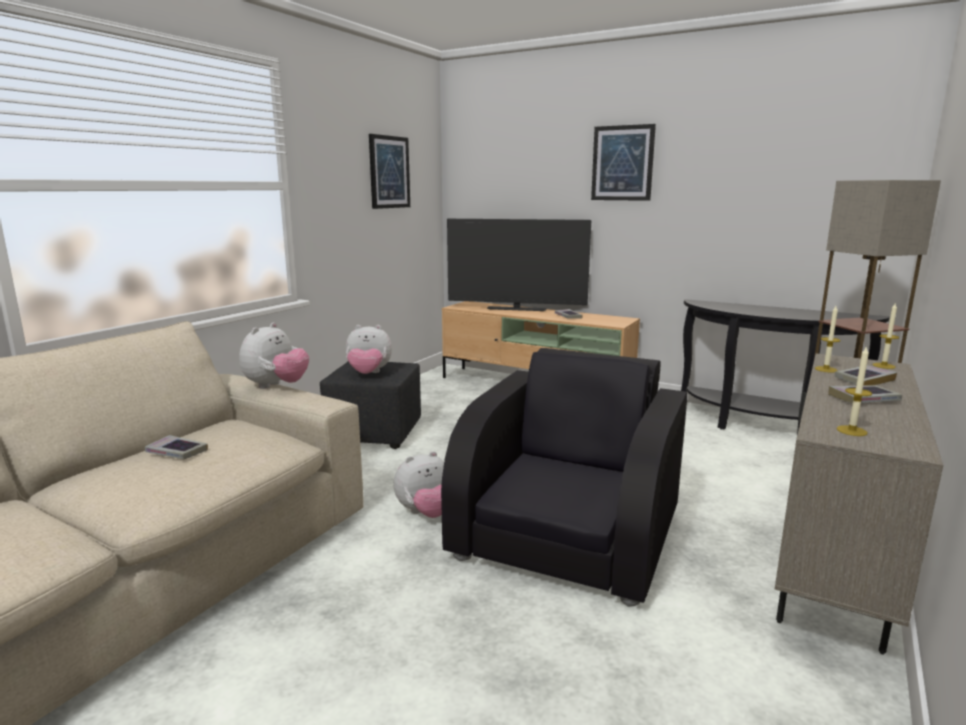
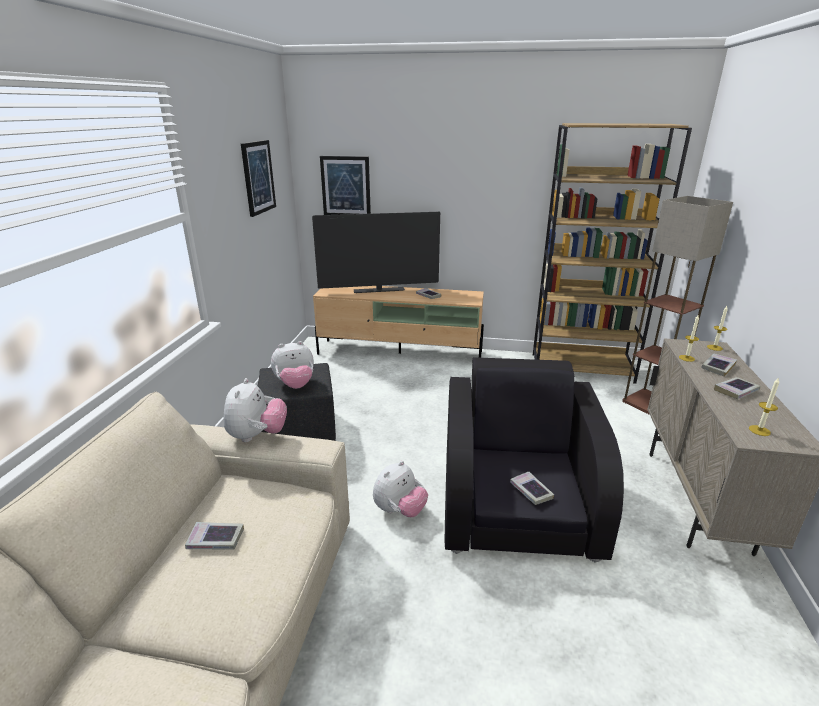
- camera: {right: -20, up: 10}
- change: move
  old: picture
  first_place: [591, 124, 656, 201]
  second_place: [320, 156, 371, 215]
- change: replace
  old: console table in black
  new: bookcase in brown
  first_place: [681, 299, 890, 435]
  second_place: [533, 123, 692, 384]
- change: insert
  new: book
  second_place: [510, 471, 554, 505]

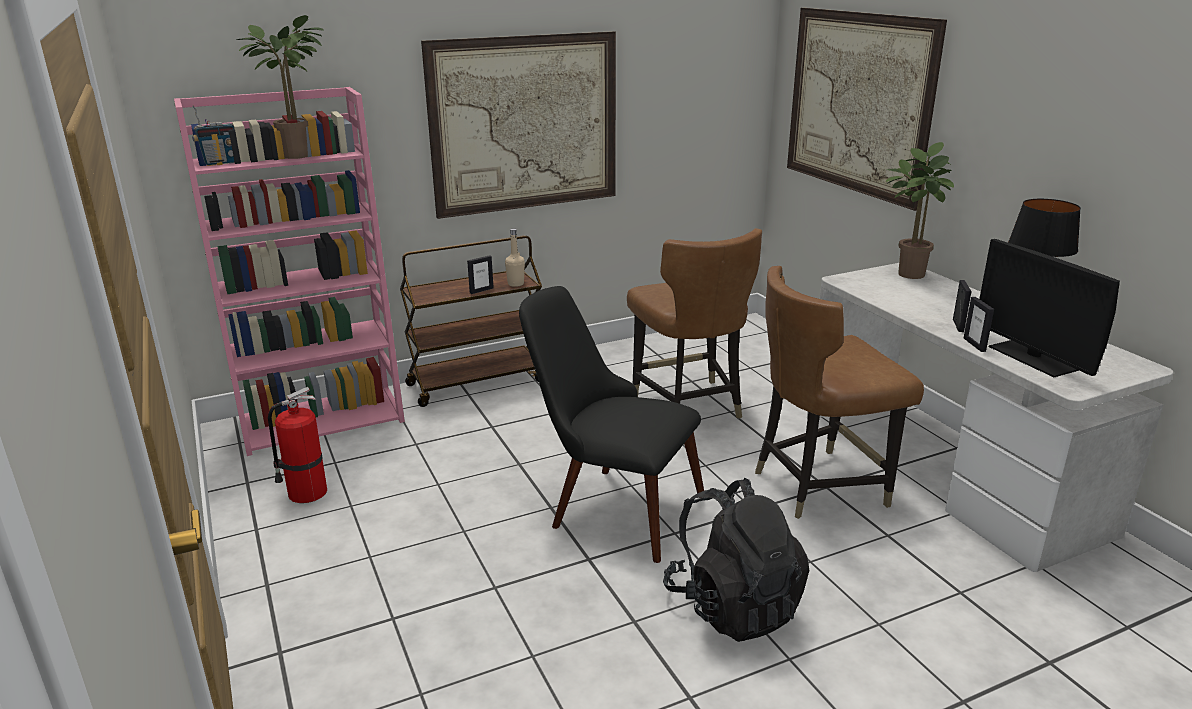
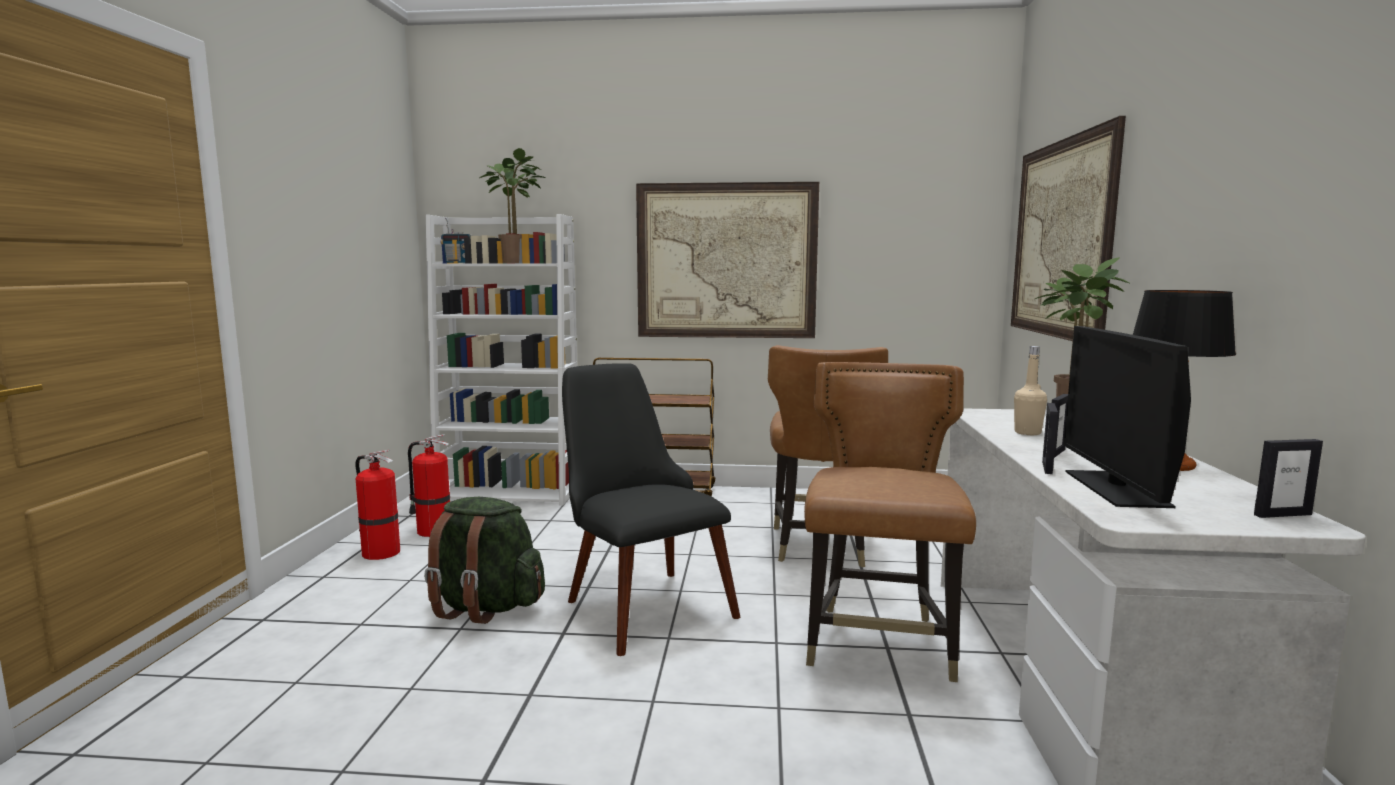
- camera: {right: 30, up: -15}
- change: recolor
  old: bookcase in pink
  new: bookcase in white-coloured
  first_place: [174, 87, 405, 456]
  second_place: [426, 214, 577, 506]
- change: move
  old: bottle in sand-coloured
  first_place: [505, 229, 525, 287]
  second_place: [1014, 346, 1047, 435]
- change: move
  old: standing frame
  first_place: [467, 255, 494, 294]
  second_place: [1254, 439, 1323, 518]
- change: rotate
  old: plain chair in brown
  first_place: [755, 266, 924, 519]
  second_place: [804, 362, 976, 682]
  degrees: 90
- change: delete
  old: rucksack in black
  first_place: [663, 478, 809, 642]
- change: insert
  new: extinguisher
  second_place: [356, 450, 400, 560]
- change: insert
  new: rucksack in greenish
  second_place: [424, 497, 545, 624]

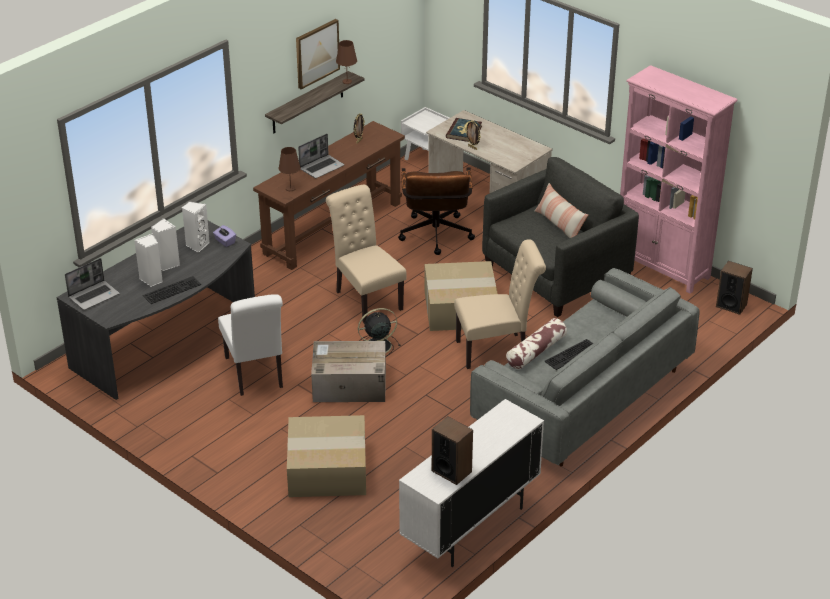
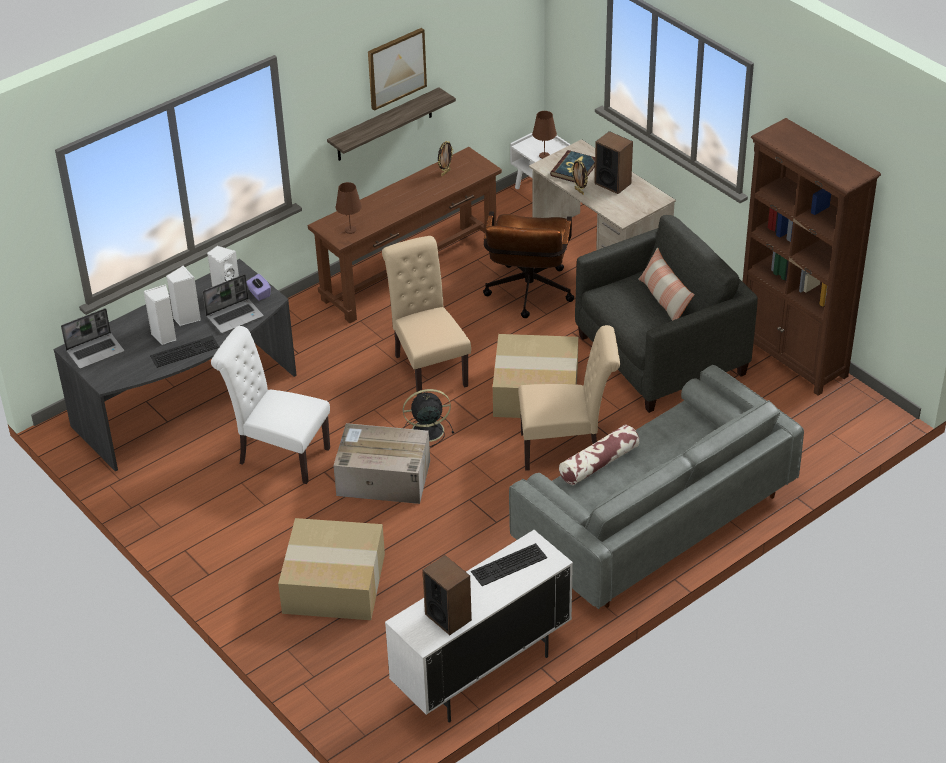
- camera: {right: 10, up: 5}
- change: move
  old: lamp for a table in brown
  first_place: [336, 40, 357, 84]
  second_place: [532, 111, 557, 159]
- change: recolor
  old: bookcase in pink
  new: bookcase in brown
  first_place: [620, 65, 738, 294]
  second_place: [743, 118, 881, 396]
- change: move
  old: portable computer
  first_place: [298, 134, 344, 178]
  second_place: [203, 274, 264, 333]
- change: move
  old: loudspeaker
  first_place: [716, 261, 753, 315]
  second_place: [594, 131, 633, 194]
- change: rotate
  old: plain chair in white-coloured
  first_place: [218, 294, 283, 396]
  second_place: [211, 326, 330, 484]
  degrees: 120
- change: move
  old: keyboard
  first_place: [544, 339, 593, 370]
  second_place: [471, 543, 547, 586]

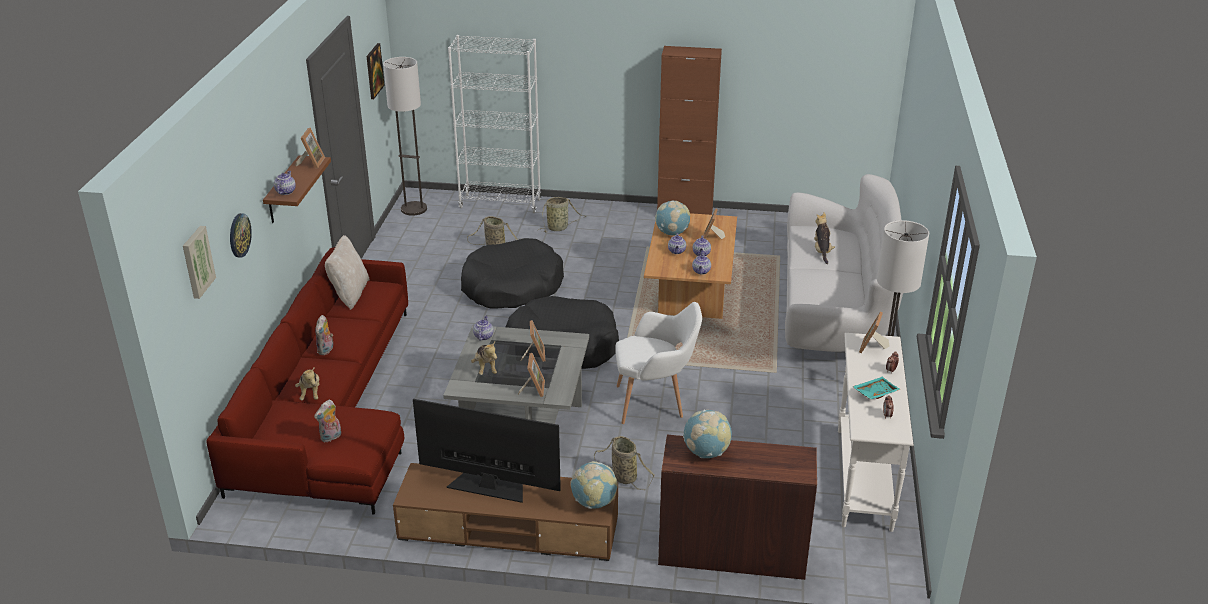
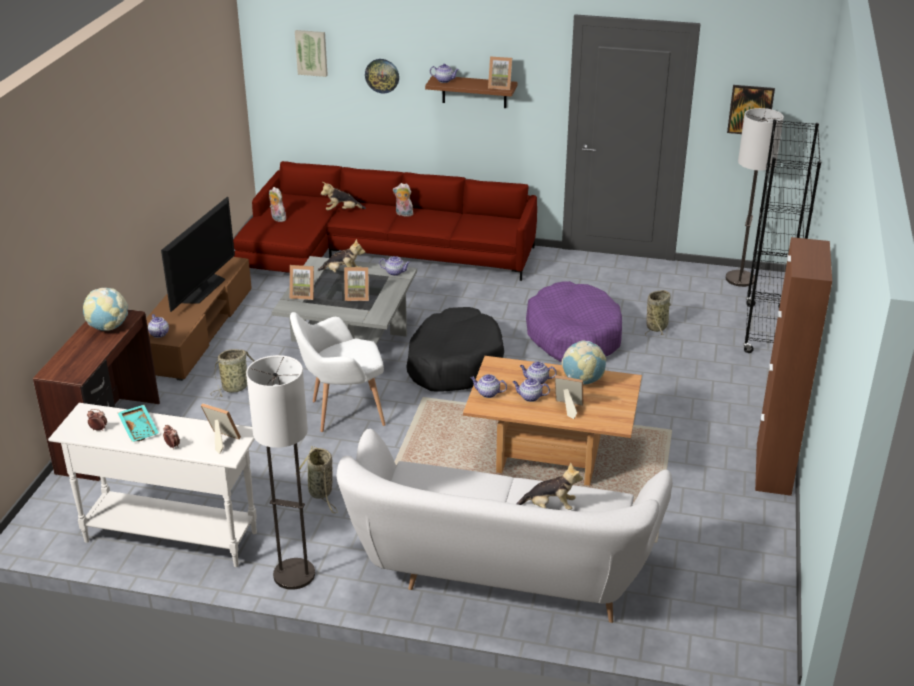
- camera: {right: 95, up: 0}
- change: recolor
  old: bookcase in white-coloured
  new: bookcase in black
  first_place: [448, 35, 541, 213]
  second_place: [743, 119, 821, 353]
- change: move
  old: basket
  first_place: [538, 197, 587, 232]
  second_place: [299, 446, 337, 513]
- change: delete
  old: cushion in sand-coloured
  first_place: [325, 235, 370, 310]
- change: recolor
  old: pet bed in black
  new: pet bed in purple-coloured
  first_place: [461, 238, 564, 308]
  second_place: [526, 281, 622, 362]
- change: rotate
  old: armchair in white-coloured
  first_place: [615, 302, 702, 424]
  second_place: [290, 312, 386, 432]
  degrees: 75
- change: rotate
  old: soft toy
  first_place: [471, 342, 497, 375]
  second_place: [318, 239, 365, 273]
  degrees: -150
- change: replace
  old: globe
  new: teapot
  first_place: [571, 461, 617, 509]
  second_place: [148, 314, 169, 338]

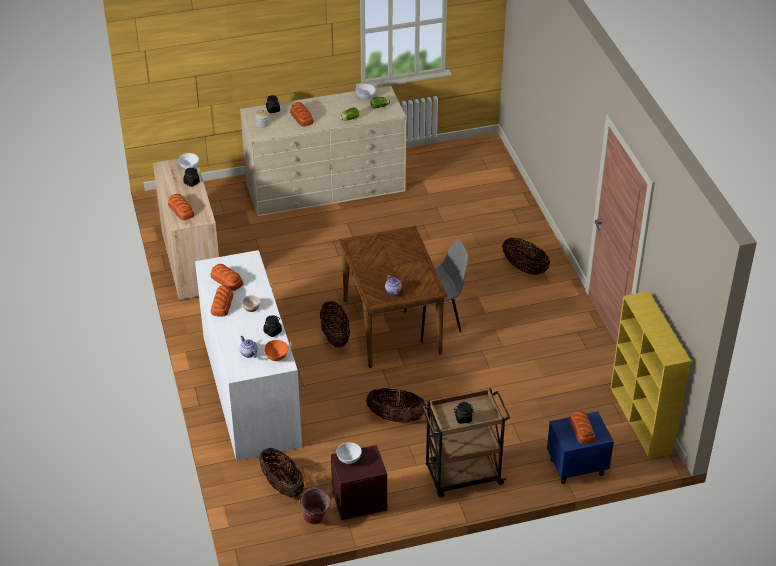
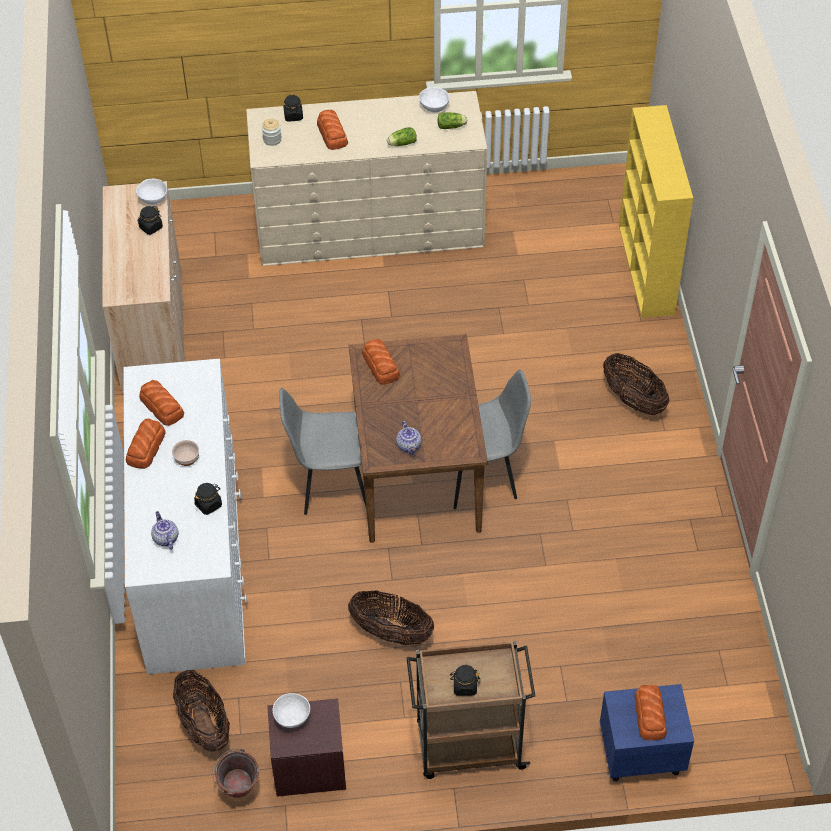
- camera: {right: 10, up: 10}
- change: move
  old: bread
  first_place: [168, 194, 195, 220]
  second_place: [362, 339, 400, 385]
- change: move
  old: bookcase in yellow-coloured
  first_place: [610, 291, 691, 459]
  second_place: [619, 105, 693, 318]
- change: replace
  old: basket
  new: plain chair in grey
  first_place: [320, 301, 350, 347]
  second_place: [279, 388, 366, 515]
- change: delete
  old: bowl in orangey
  first_place: [264, 340, 289, 361]

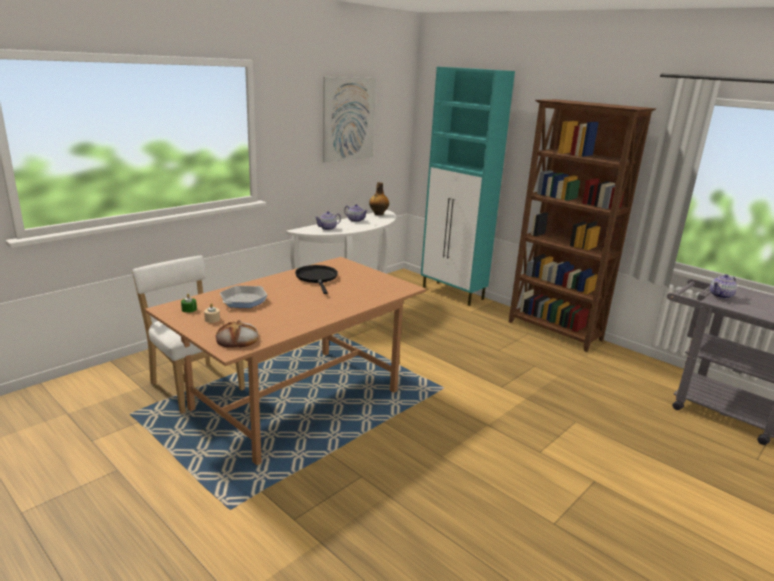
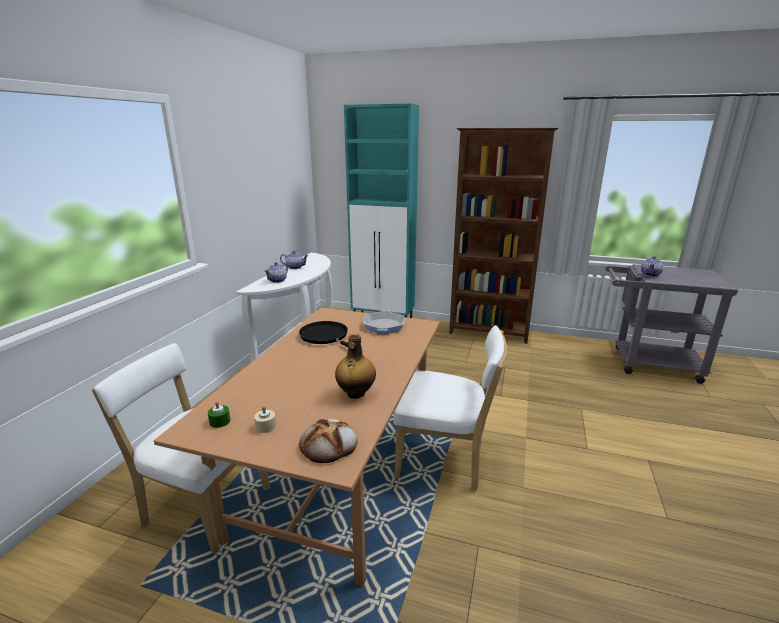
- camera: {right: -25, up: 0}
- change: delete
  old: picture
  first_place: [323, 77, 376, 163]
- change: move
  old: bottle
  first_place: [369, 182, 389, 215]
  second_place: [335, 334, 376, 399]
- change: move
  old: skillet
  first_place: [220, 286, 267, 308]
  second_place: [363, 310, 405, 334]
- change: insert
  new: plain chair in white-coloured
  second_place: [393, 325, 507, 491]

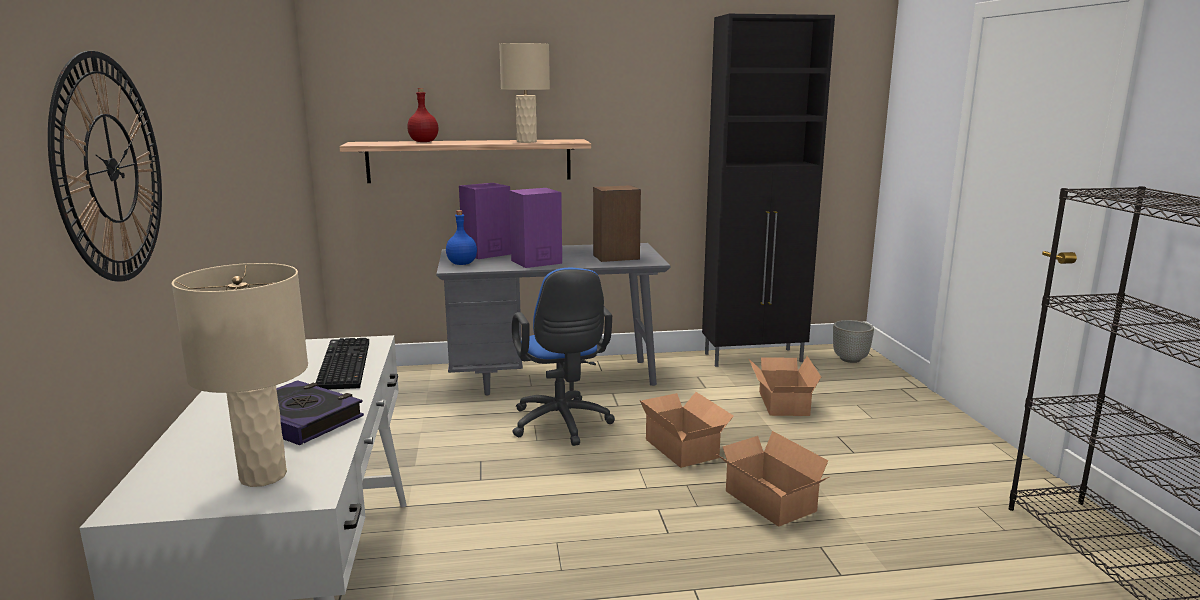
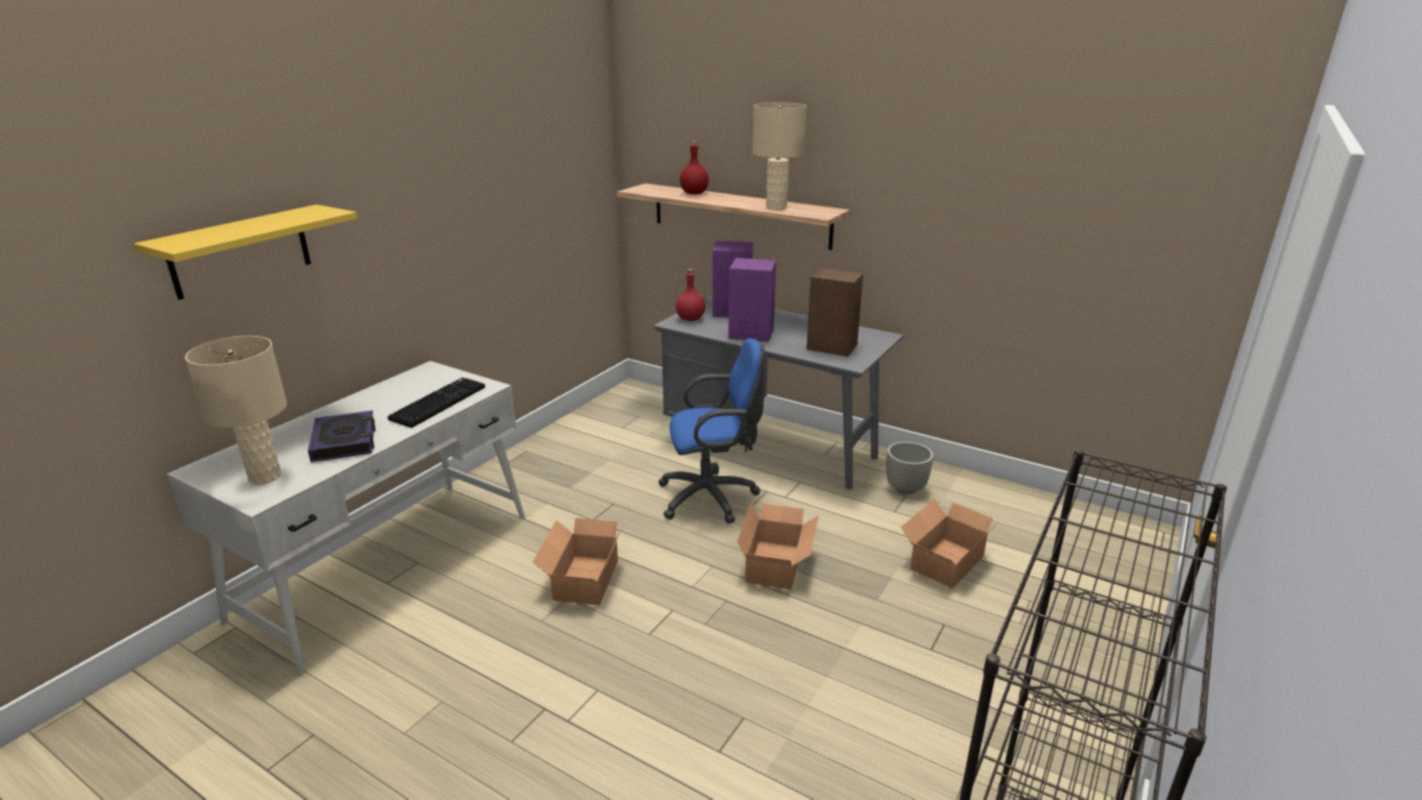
- camera: {right: 40, up: 10}
- change: delete
  old: cabinet in black
  first_place: [702, 14, 835, 367]
- change: replace
  old: hanging clock
  new: bracket shelf in yellow-coloured
  first_place: [48, 51, 162, 282]
  second_place: [134, 204, 357, 300]
- change: recolor
  old: bottle in blue-coloured
  new: bottle in red-coloured
  first_place: [446, 210, 477, 265]
  second_place: [676, 269, 706, 321]
- change: rotate
  old: office chair in blue-coloured
  first_place: [512, 268, 615, 446]
  second_place: [658, 338, 765, 524]
  degrees: -120
- change: move
  old: flower pot in grey
  first_place: [833, 320, 874, 363]
  second_place: [886, 442, 934, 494]
- change: move
  old: cardboard box
  first_place: [715, 431, 829, 527]
  second_place: [533, 518, 624, 605]

